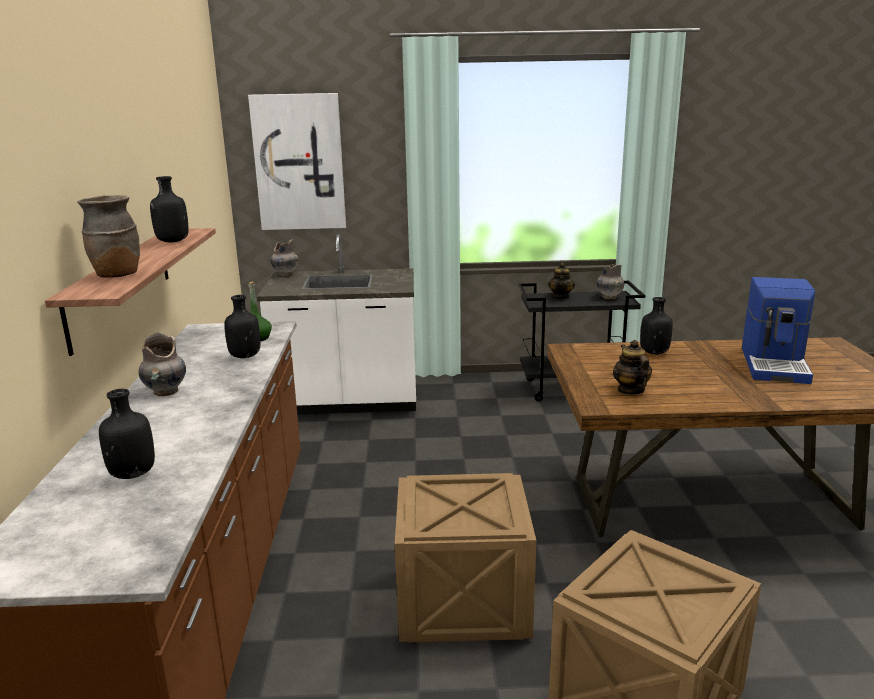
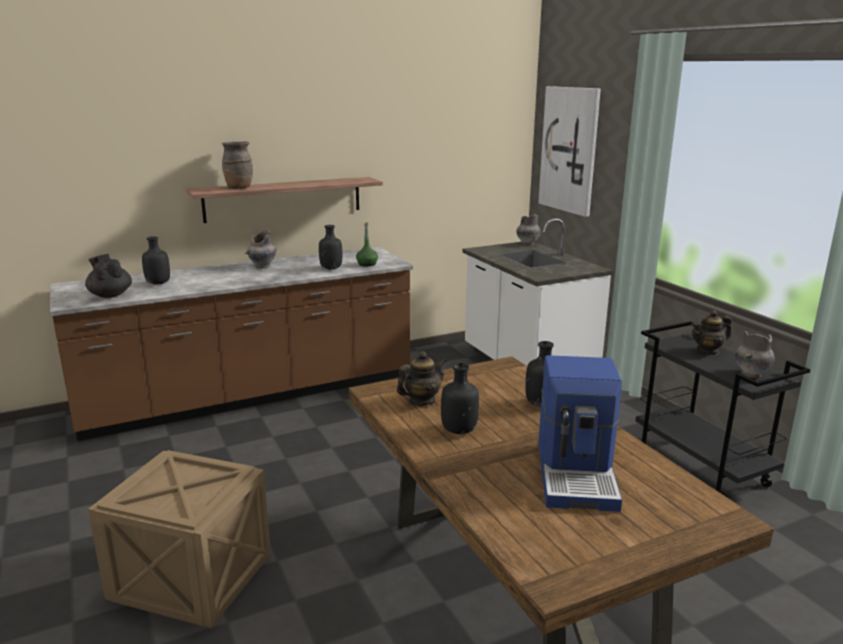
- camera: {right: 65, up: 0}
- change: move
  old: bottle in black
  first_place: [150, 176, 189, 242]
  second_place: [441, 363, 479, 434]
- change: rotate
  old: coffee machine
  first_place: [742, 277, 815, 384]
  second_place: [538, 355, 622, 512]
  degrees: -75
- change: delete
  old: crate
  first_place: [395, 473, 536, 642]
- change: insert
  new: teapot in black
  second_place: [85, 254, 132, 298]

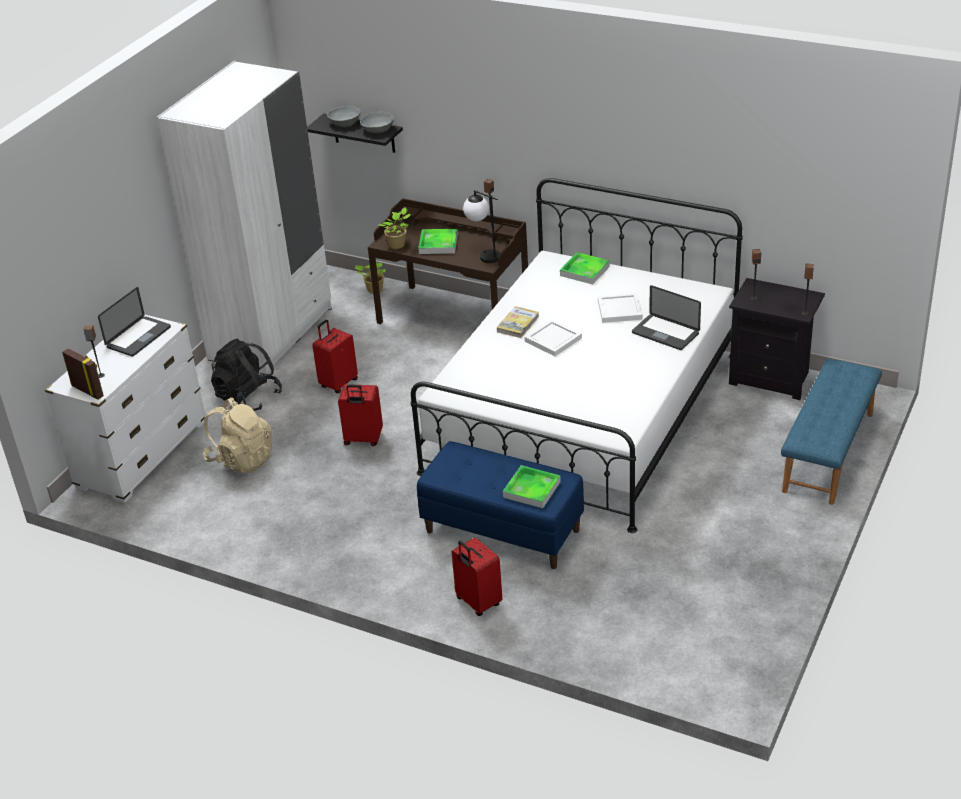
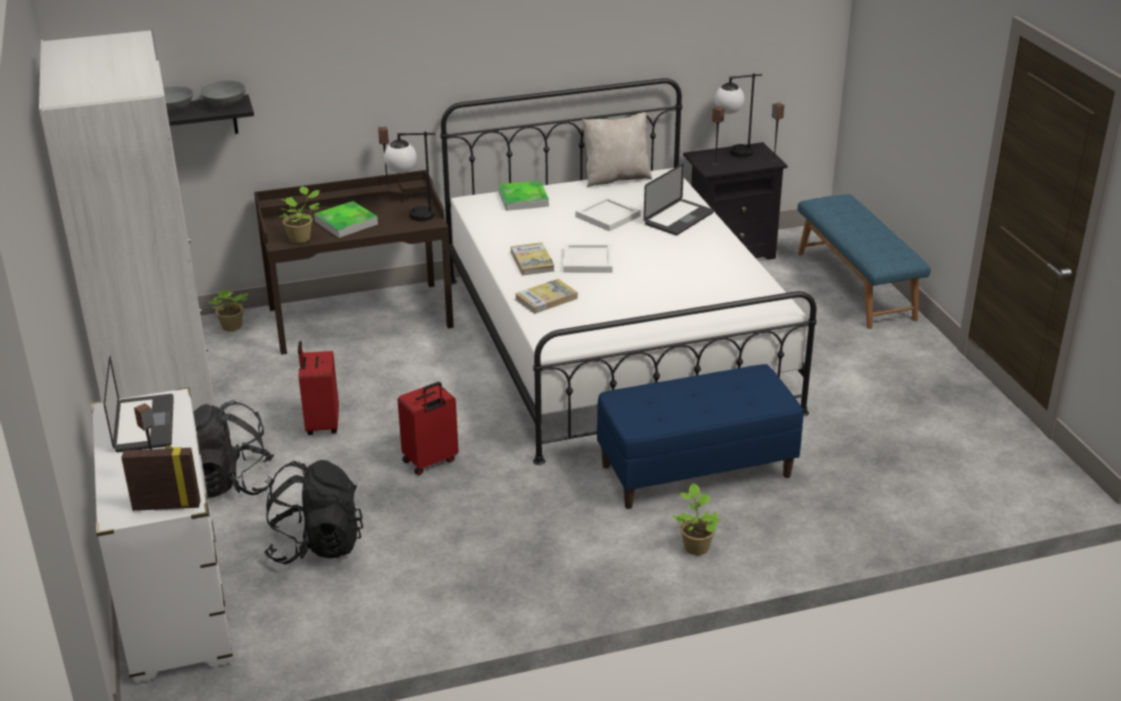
- camera: {right: -45, up: -5}
- change: rotate
  old: portable computer
  first_place: [632, 285, 701, 350]
  second_place: [644, 164, 714, 235]
  degrees: -45
- change: recolor
  old: rucksack in sand-coloured
  new: rucksack in black
  first_place: [203, 398, 272, 474]
  second_place: [264, 460, 363, 565]
- change: delete
  old: tray
  first_place: [503, 465, 561, 508]
- change: delete
  old: suitcase in red-coloured
  first_place: [451, 538, 503, 616]
- change: insert
  new: lamp for a table
  second_place: [715, 73, 762, 157]
- change: insert
  new: cushion in sand-coloured
  second_place: [582, 112, 652, 187]
- change: insert
  new: book
  second_place: [515, 279, 578, 314]
- change: insert
  new: houseplant
  second_place: [672, 483, 721, 555]

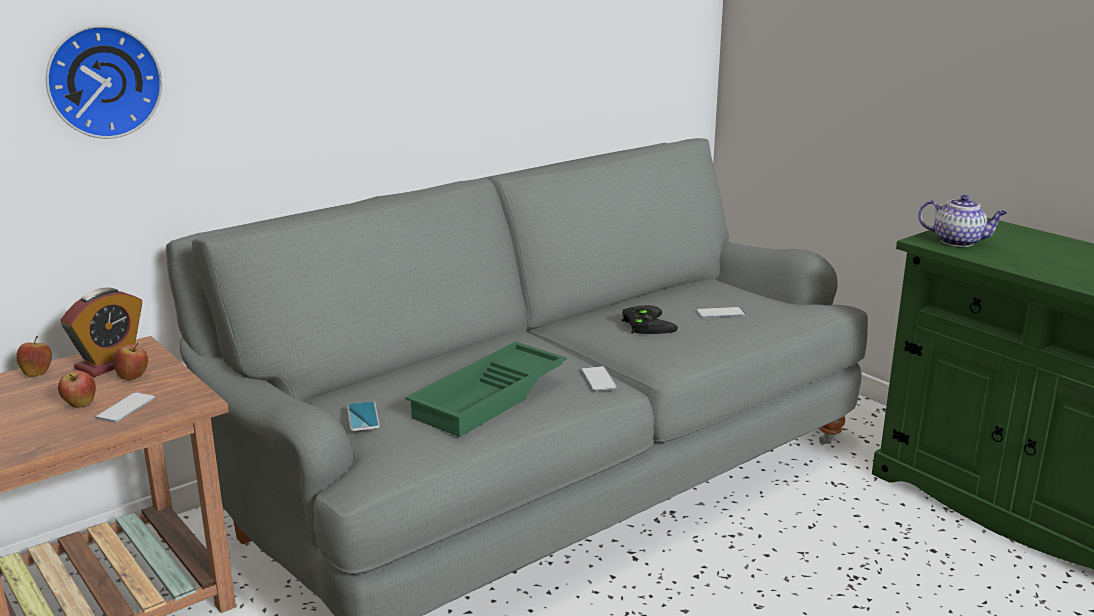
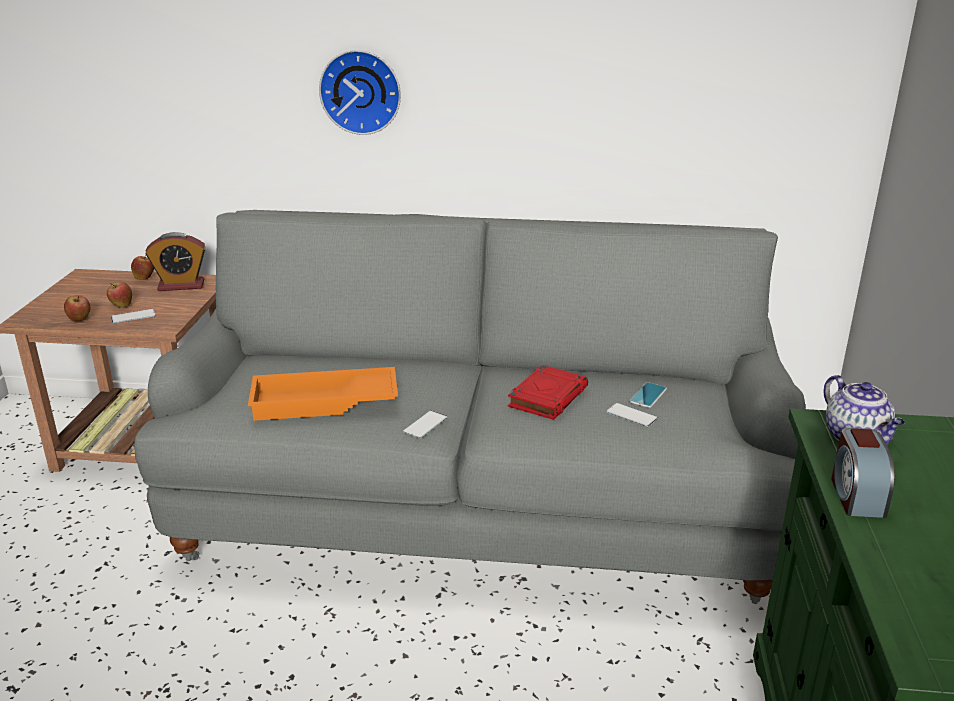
- camera: {right: 45, up: 5}
- change: move
  old: hanging clock
  first_place: [46, 25, 162, 139]
  second_place: [319, 50, 401, 135]
- change: replace
  old: joypad in black
  new: book in red-coloured
  first_place: [621, 305, 678, 334]
  second_place: [508, 365, 588, 420]
- change: recolor
  old: tray in greenish
  new: tray in orangey
  first_place: [405, 342, 567, 437]
  second_place: [248, 367, 398, 421]
- change: move
  old: whole apple
  first_place: [113, 343, 148, 380]
  second_place: [64, 295, 90, 321]
- change: move
  old: handset
  first_place: [347, 401, 380, 431]
  second_place: [629, 382, 667, 408]
- change: insert
  new: table clock
  second_place: [831, 428, 895, 518]

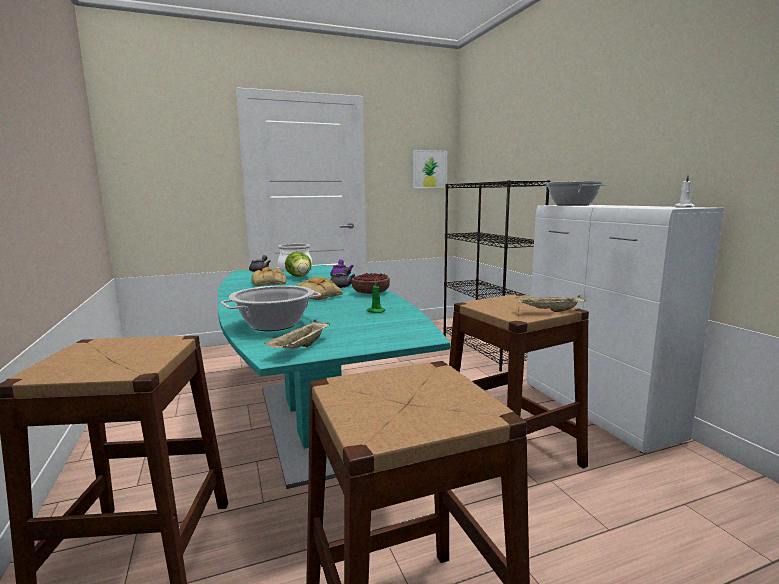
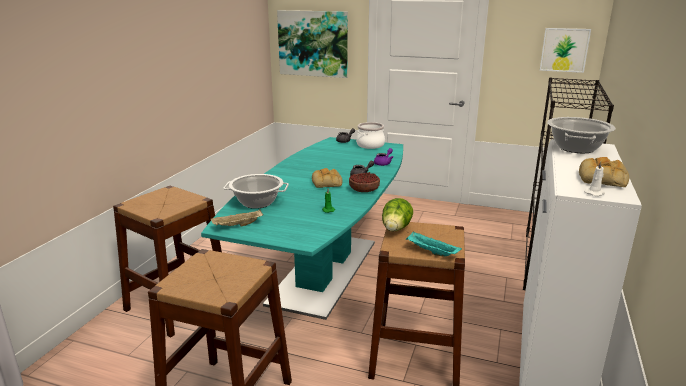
- camera: {right: 40, up: 10}
- change: move
  old: lettuce head
  first_place: [285, 252, 311, 277]
  second_place: [382, 198, 413, 232]
- change: move
  old: bread
  first_place: [252, 267, 287, 286]
  second_place: [579, 157, 629, 187]
- change: recolor
  old: tray in sand-coloured
  new: tray in blue-green
  first_place: [516, 295, 585, 312]
  second_place: [406, 232, 462, 256]
- change: insert
  new: picture
  second_place: [277, 10, 348, 78]

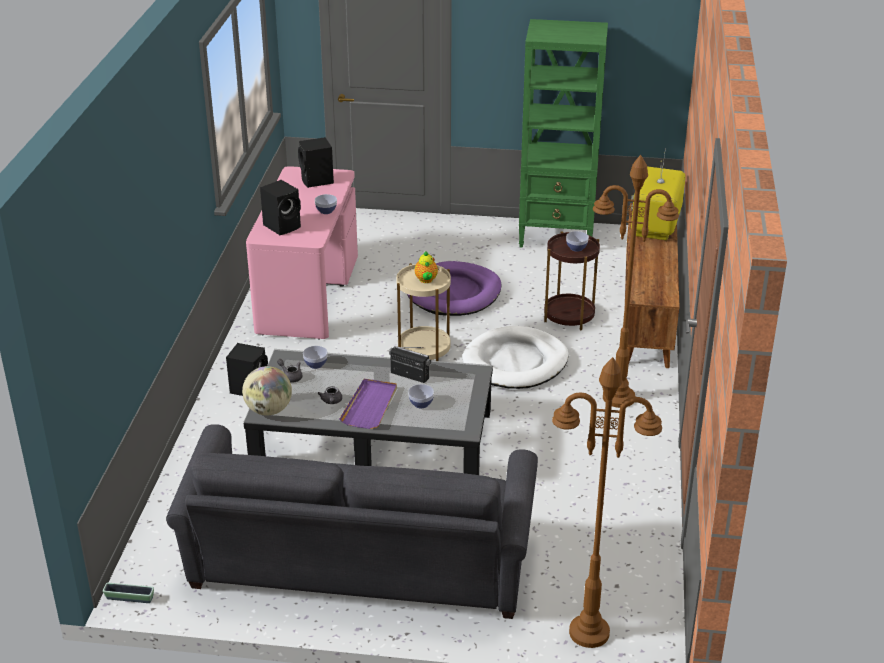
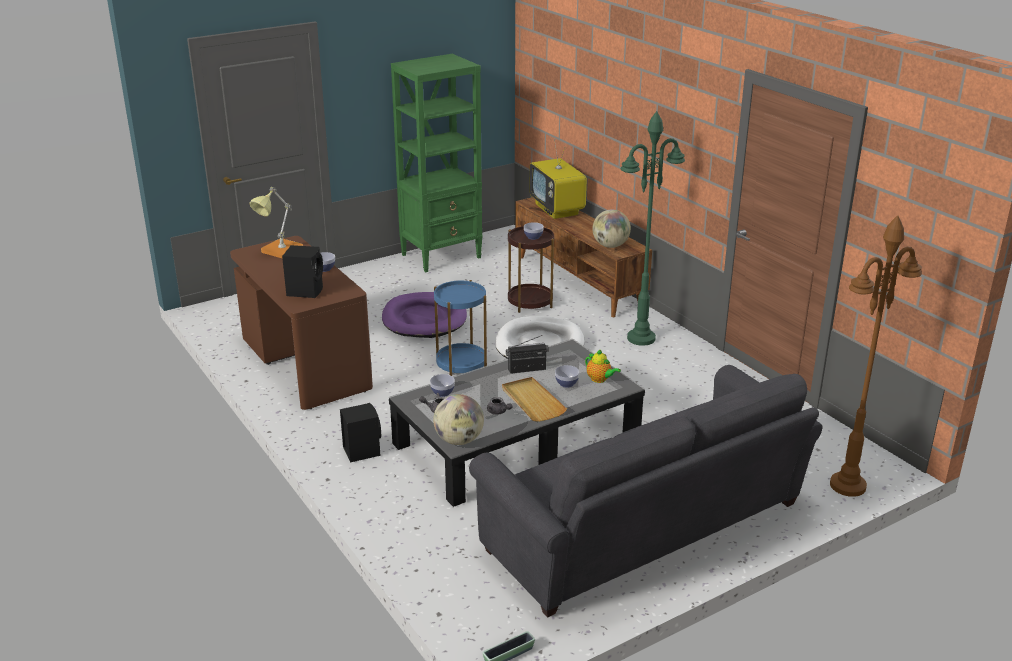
- camera: {right: -40, up: -5}
- change: replace
  old: loudspeaker in black
  new: lamp for a table
  first_place: [298, 137, 334, 188]
  second_place: [249, 187, 303, 258]
- change: recolor
  old: floor lamp in brown
  new: floor lamp in greenish
  first_place: [593, 155, 679, 408]
  second_place: [621, 111, 685, 346]
- change: recolor
  old: desk in pink
  new: desk in brown
  first_place: [246, 166, 358, 340]
  second_place: [230, 236, 373, 410]
- change: move
  old: teapot
  first_place: [415, 251, 438, 283]
  second_place: [585, 349, 621, 383]
- change: recolor
  old: side table in sand-coloured
  new: side table in blue-coloured
  first_place: [396, 263, 451, 361]
  second_place: [434, 280, 487, 376]
- change: recolor
  old: tray in purple-coloured
  new: tray in sand-coloured
  first_place: [339, 379, 397, 429]
  second_place: [502, 377, 567, 422]
- change: insert
  new: globe
  second_place: [592, 210, 631, 248]

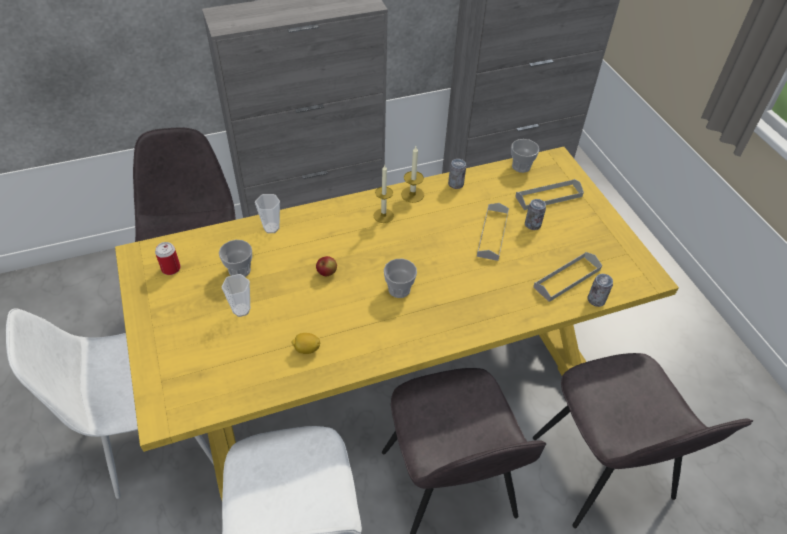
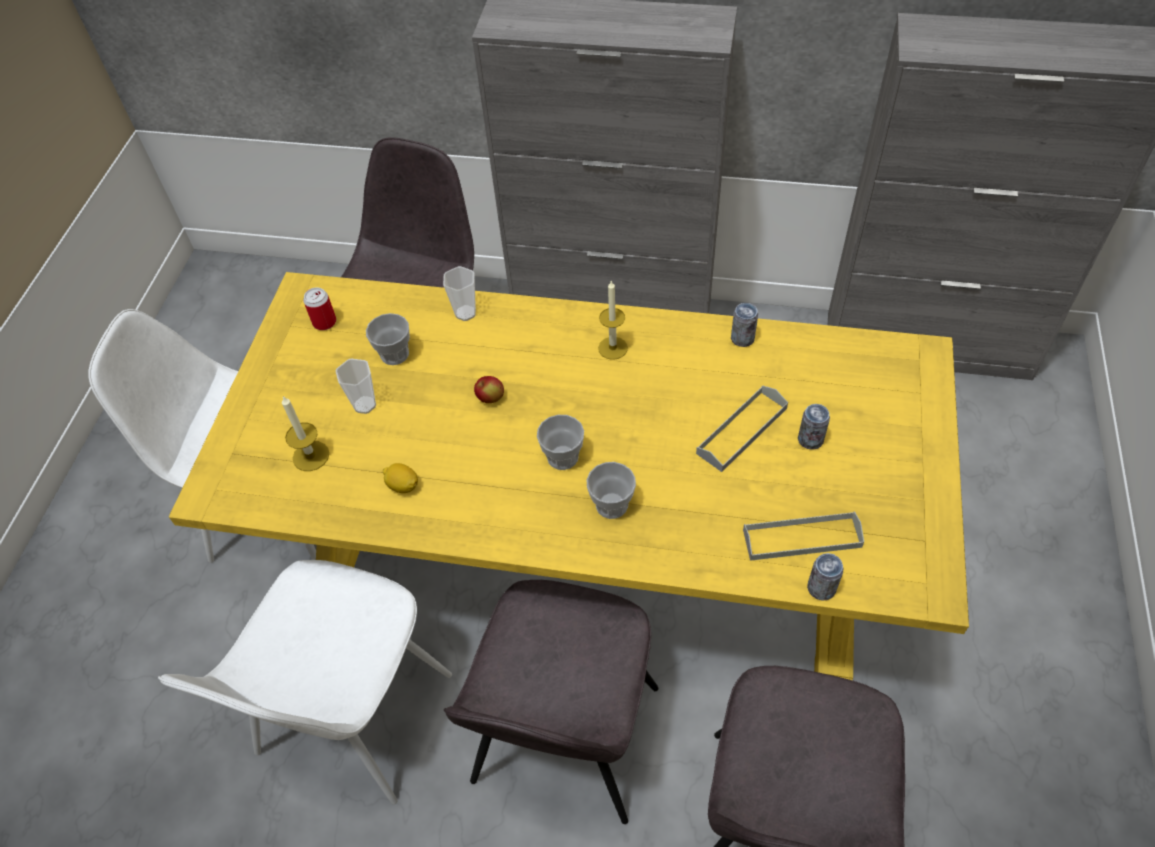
- camera: {right: 35, up: 5}
- change: move
  old: cup
  first_place: [511, 139, 539, 173]
  second_place: [586, 462, 636, 519]
- change: move
  old: candle
  first_place: [401, 146, 424, 203]
  second_place: [282, 396, 329, 471]
- change: delete
  old: tray in grey
  first_place: [515, 179, 584, 210]

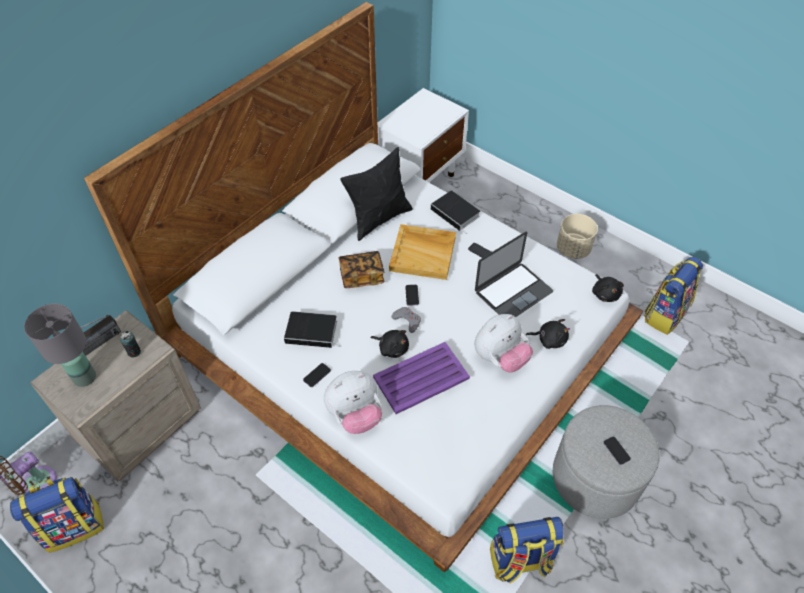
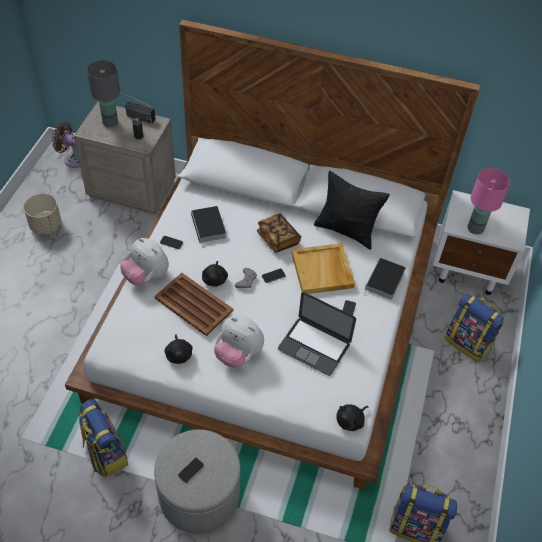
- camera: {right: 65, up: 0}
- change: move
  old: flower pot in sand-coloured
  first_place: [557, 214, 598, 259]
  second_place: [23, 193, 61, 235]
- change: move
  old: soft toy in black
  first_place: [526, 319, 570, 349]
  second_place: [164, 334, 193, 364]
- change: recolor
  old: tray in purple-coloured
  new: tray in brown
  first_place: [373, 342, 470, 414]
  second_place: [154, 273, 233, 336]
- change: move
  old: rucksack
  first_place: [10, 477, 104, 553]
  second_place: [444, 293, 504, 362]
- change: insert
  new: lamp for a table in pink
  second_place: [468, 168, 510, 235]

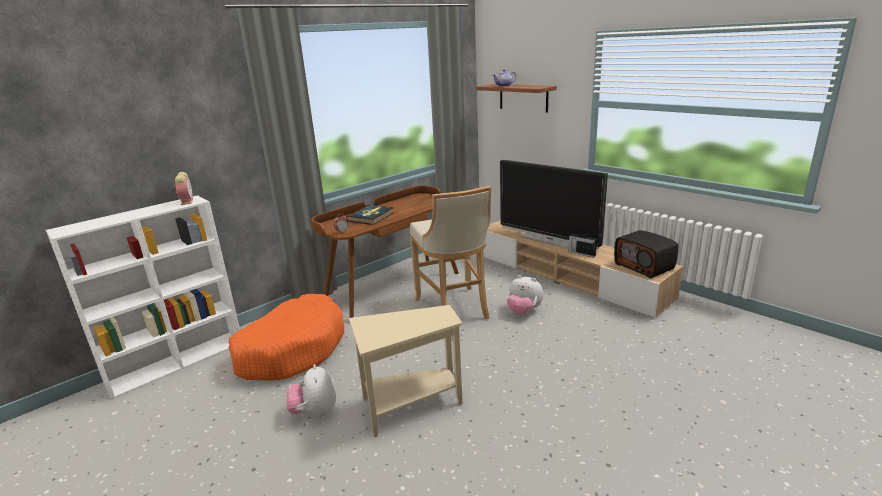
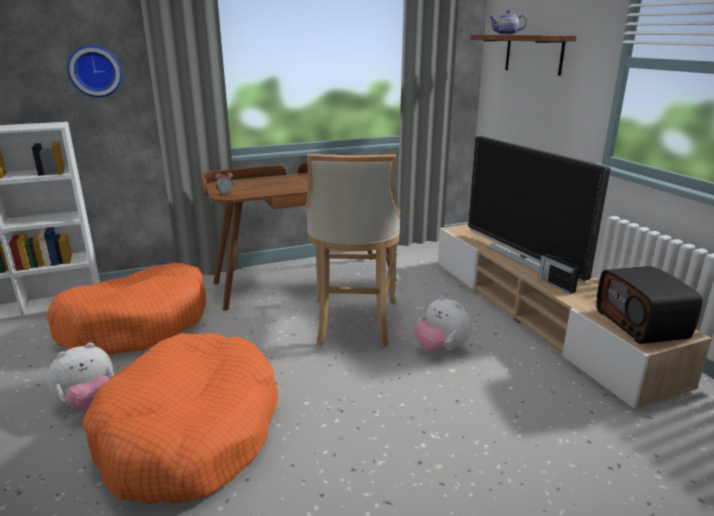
- camera: {right: 20, up: 0}
- change: delete
  old: table clock
  first_place: [174, 172, 193, 205]
- change: delete
  old: book
  first_place: [346, 205, 394, 225]
- change: replace
  old: side table in sand-coloured
  new: pet bed in orangey
  first_place: [349, 305, 463, 437]
  second_place: [82, 333, 278, 504]
- change: rotate
  old: soft toy
  first_place: [286, 364, 336, 416]
  second_place: [47, 343, 114, 412]
  degrees: -135
- change: insert
  new: hanging clock
  second_place: [67, 45, 122, 97]

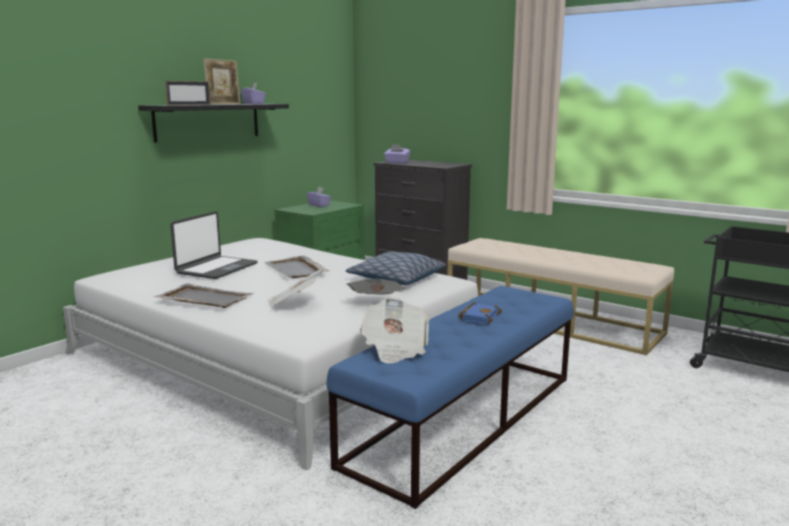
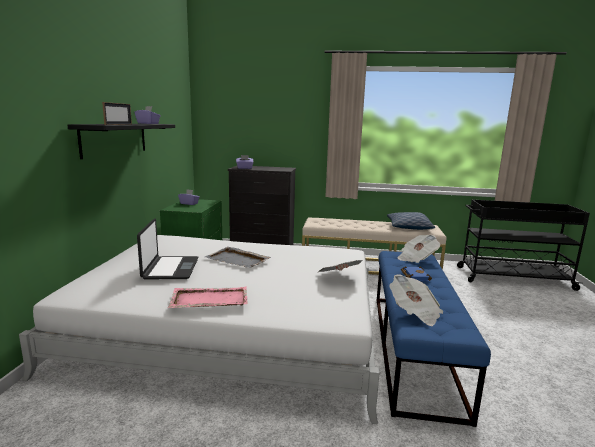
- camera: {right: -30, up: 0}
- change: delete
  old: standing frame
  first_place: [203, 58, 240, 104]
- change: move
  old: cushion
  first_place: [346, 252, 446, 285]
  second_place: [387, 212, 435, 230]
- change: move
  old: newspaper
  first_place: [268, 269, 326, 307]
  second_place: [397, 235, 440, 263]
- change: recolor
  old: tray in grey
  new: tray in pink
  first_place: [154, 283, 254, 308]
  second_place: [168, 286, 248, 308]

